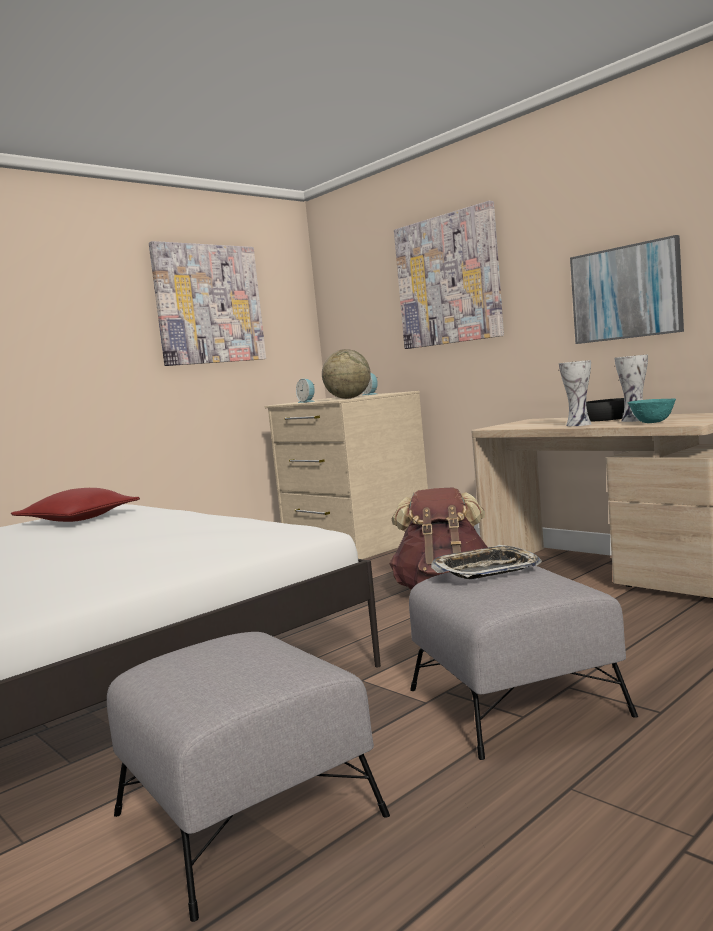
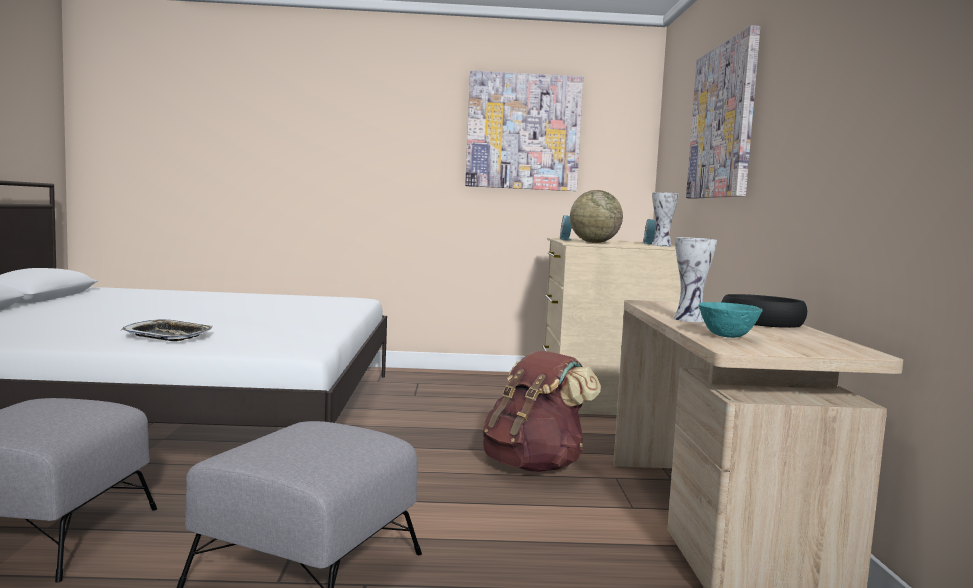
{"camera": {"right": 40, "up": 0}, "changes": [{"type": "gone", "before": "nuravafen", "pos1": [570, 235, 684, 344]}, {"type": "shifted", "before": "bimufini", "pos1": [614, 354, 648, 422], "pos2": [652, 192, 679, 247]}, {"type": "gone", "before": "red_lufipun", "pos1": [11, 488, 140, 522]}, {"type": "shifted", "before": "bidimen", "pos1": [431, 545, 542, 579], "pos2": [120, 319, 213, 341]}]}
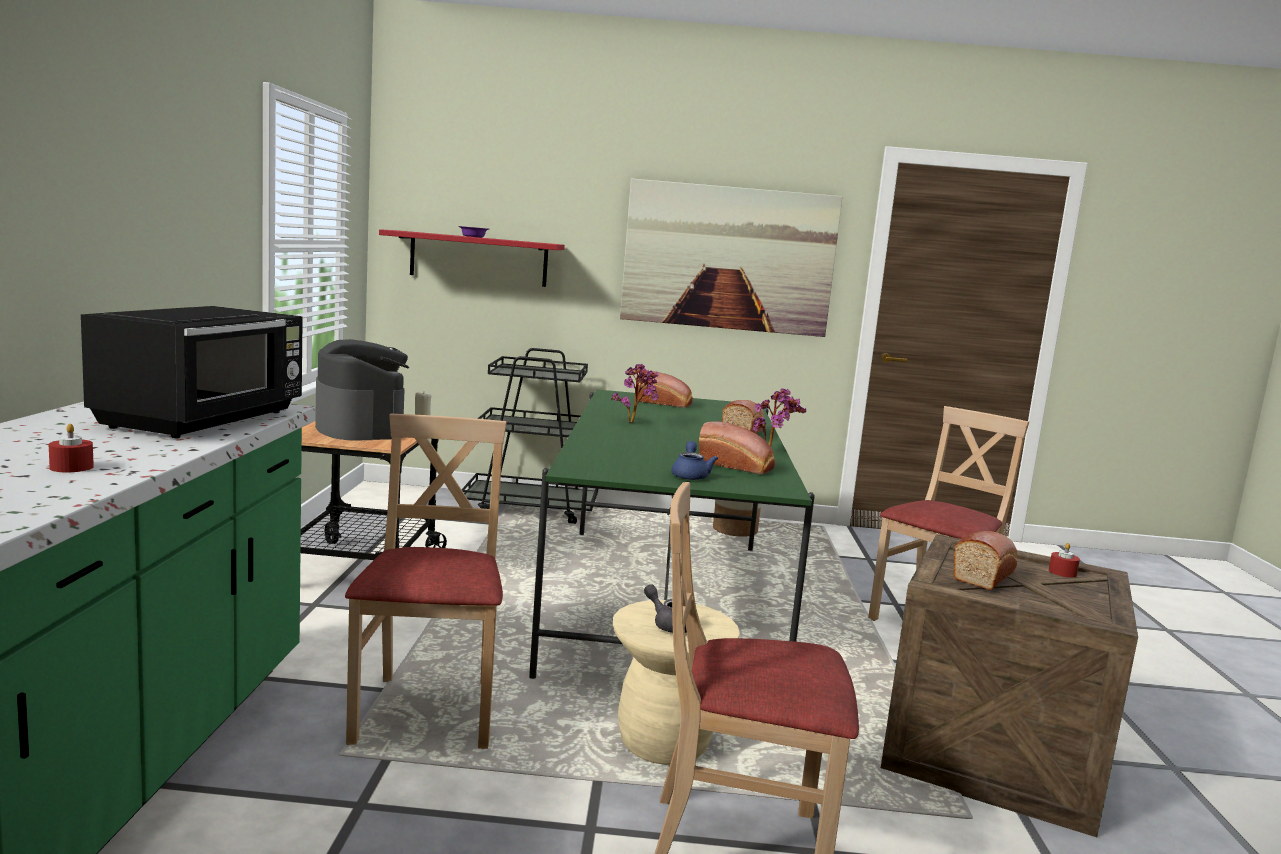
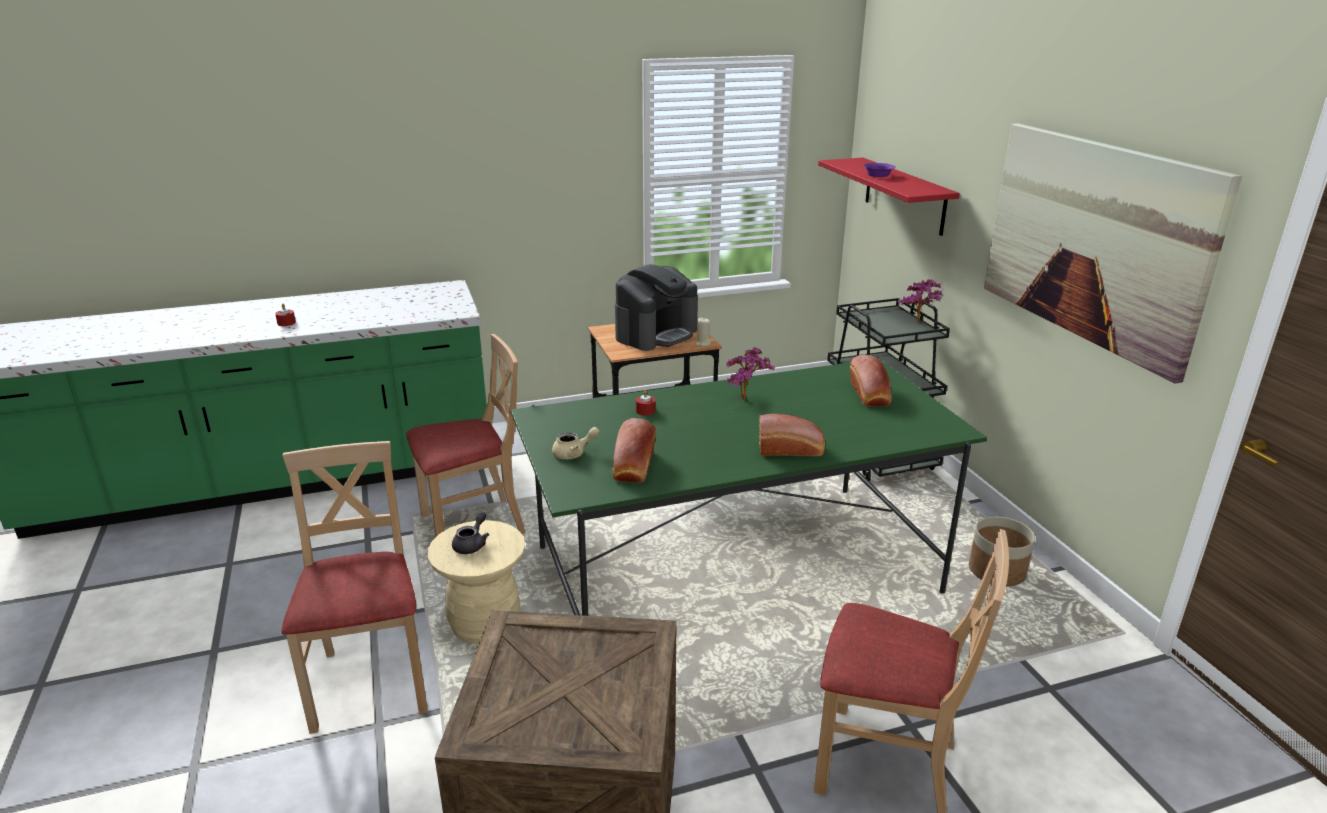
{"camera": {"right": 70, "up": 15}, "changes": [{"type": "gone", "before": "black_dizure", "pos1": [81, 306, 303, 438]}, {"type": "shifted", "before": "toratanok", "pos1": [753, 388, 806, 447], "pos2": [898, 279, 942, 323]}, {"type": "repainted", "before": "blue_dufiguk", "after": "beige_dufiguk", "pos1": [671, 441, 718, 480], "pos2": [552, 427, 600, 460]}, {"type": "gone", "before": "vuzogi", "pos1": [953, 531, 1017, 590]}, {"type": "shifted", "before": "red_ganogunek", "pos1": [1049, 543, 1080, 578], "pos2": [636, 390, 655, 416]}]}
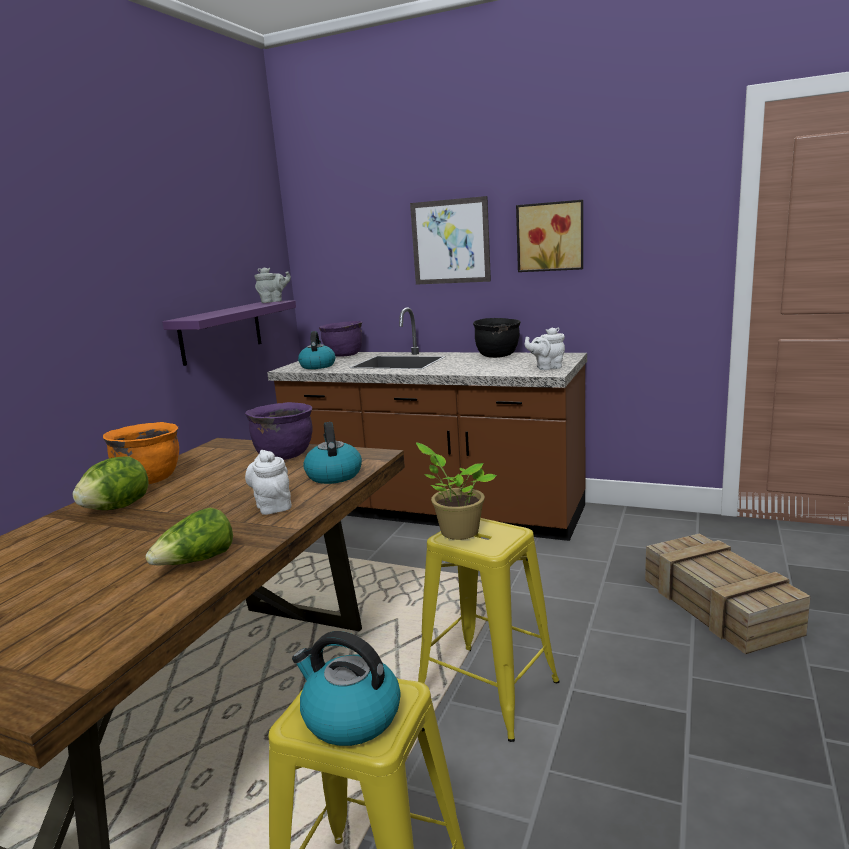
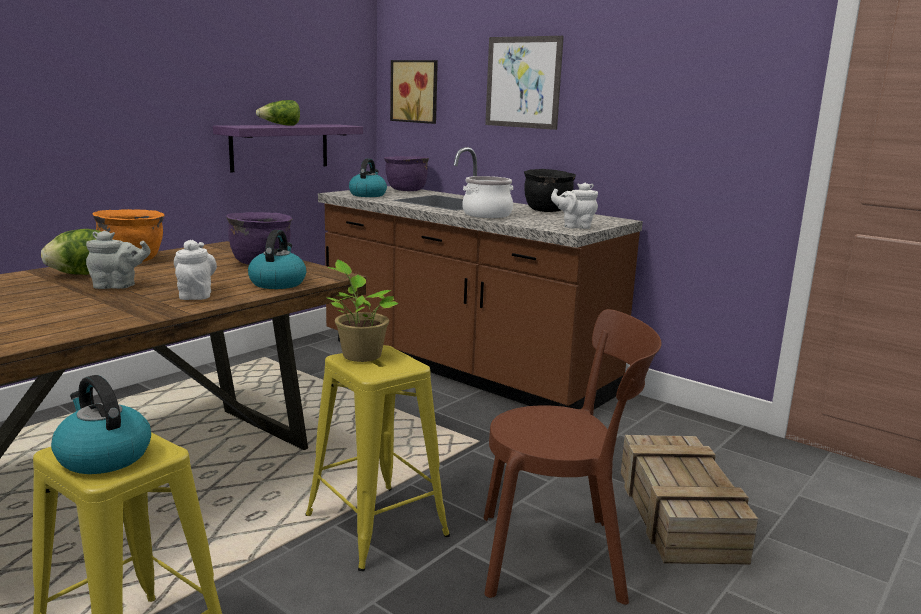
{"camera": {"right": 15, "up": 0}, "changes": [{"type": "shifted", "before": "nuravafen", "pos1": [516, 200, 583, 272], "pos2": [390, 60, 438, 124]}, {"type": "shifted", "before": "grey_dufiguk", "pos1": [255, 267, 291, 303], "pos2": [86, 231, 151, 289]}, {"type": "shifted", "before": "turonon", "pos1": [145, 508, 233, 566], "pos2": [256, 100, 300, 126]}, {"type": "new", "after": "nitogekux", "pos2": [462, 176, 513, 218]}, {"type": "new", "after": "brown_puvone", "pos2": [484, 309, 662, 605]}]}
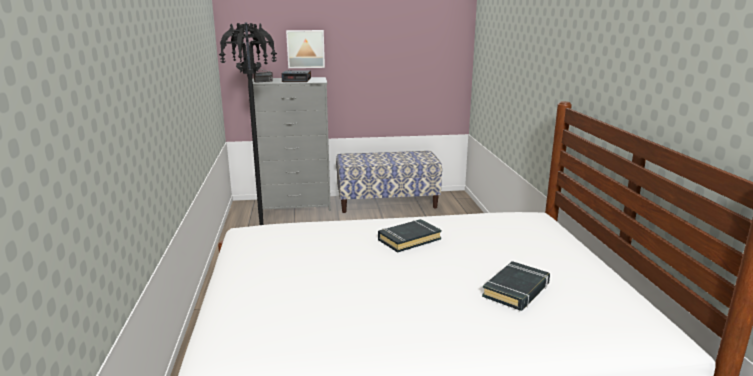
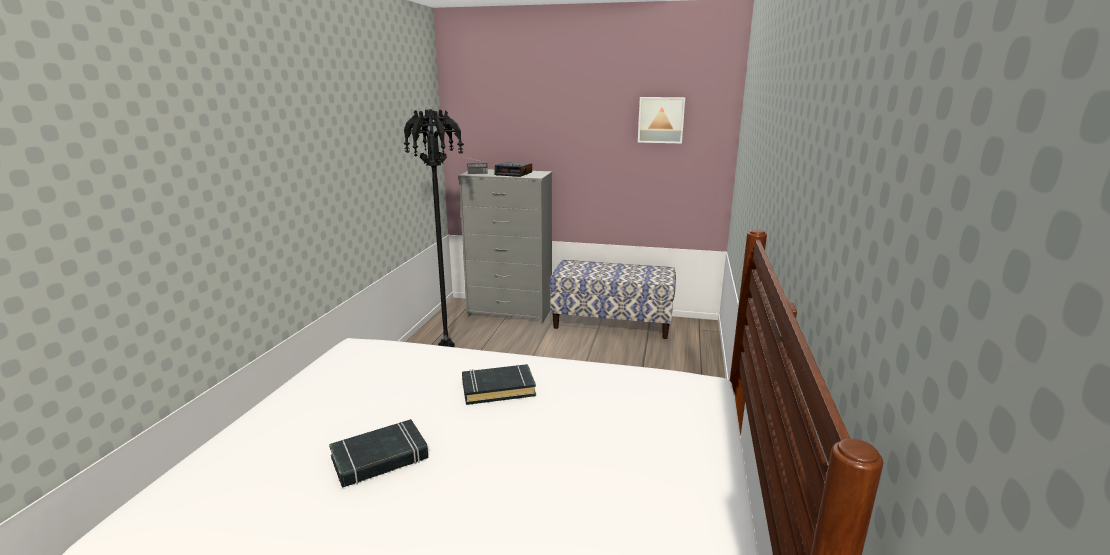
{"camera": {"right": 20, "up": 0}, "changes": [{"type": "shifted", "before": "nuravafen", "pos1": [286, 30, 325, 68], "pos2": [638, 97, 685, 144]}, {"type": "shifted", "before": "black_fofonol", "pos1": [482, 261, 550, 311], "pos2": [329, 419, 428, 488]}]}
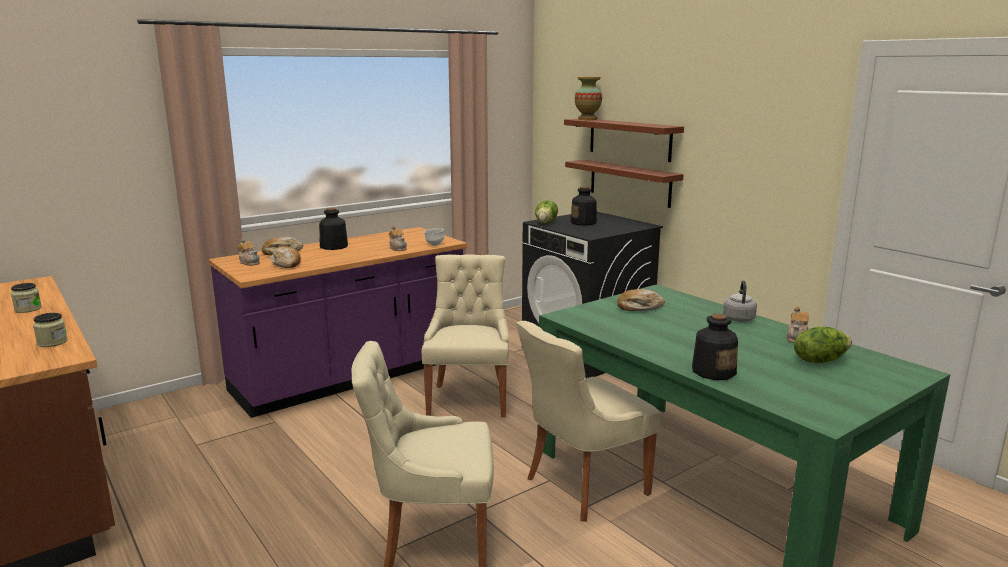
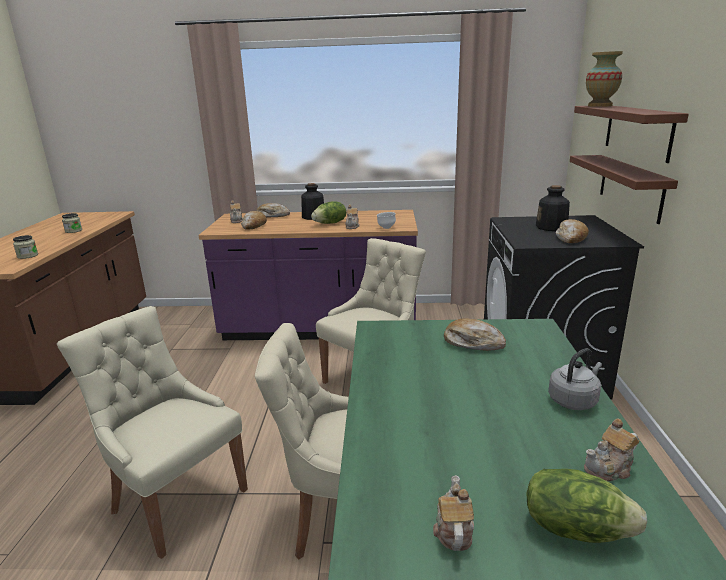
{"camera": {"right": 40, "up": 5}, "changes": [{"type": "shifted", "before": "turonon", "pos1": [535, 200, 558, 224], "pos2": [311, 201, 346, 224]}, {"type": "gone", "before": "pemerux", "pos1": [692, 313, 738, 380]}, {"type": "new", "after": "vuzogi", "pos2": [556, 219, 589, 243]}, {"type": "new", "after": "dufiguk", "pos2": [433, 475, 474, 551]}]}
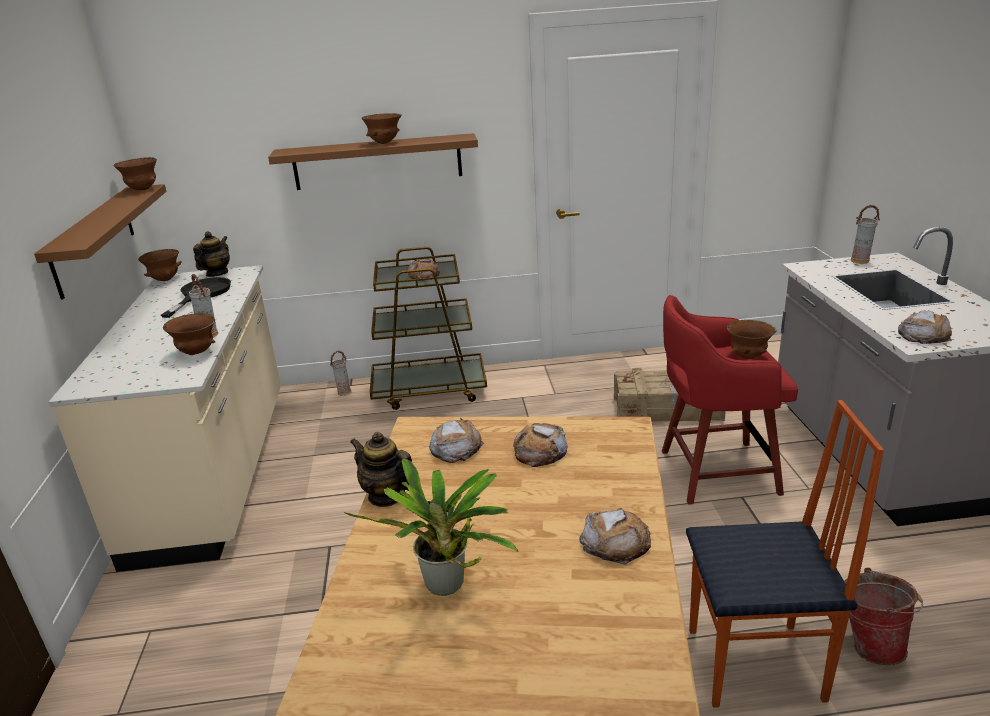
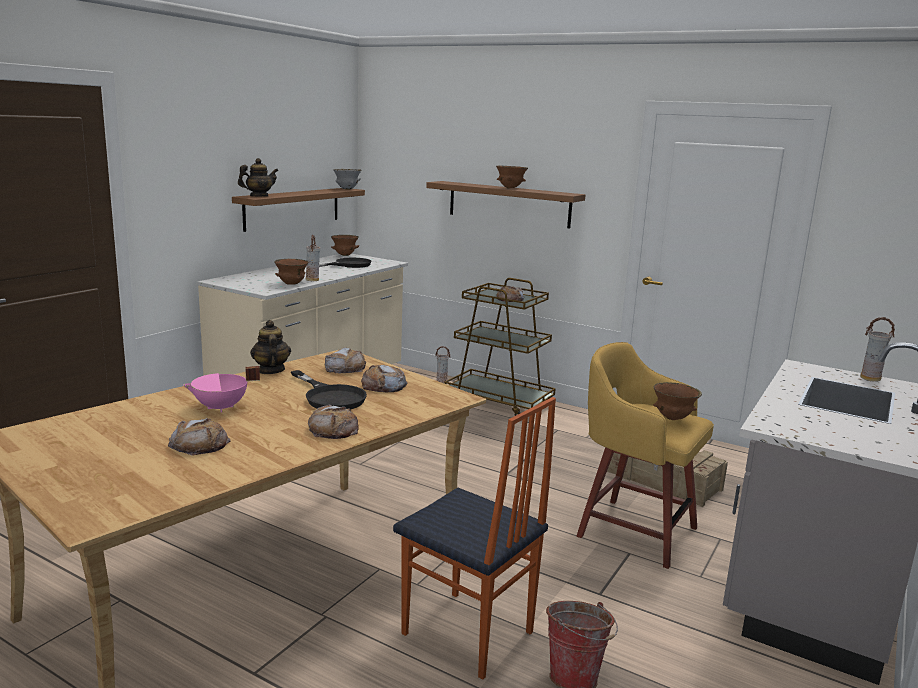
{"camera": {"right": 35, "up": -10}, "changes": [{"type": "repainted", "before": "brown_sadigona", "after": "grey_sadigona", "pos1": [113, 157, 157, 190], "pos2": [333, 169, 361, 190]}, {"type": "shifted", "before": "dufiguk", "pos1": [193, 231, 230, 277], "pos2": [238, 158, 279, 197]}, {"type": "repainted", "before": "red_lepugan", "after": "yellow_lepugan", "pos1": [662, 295, 798, 505], "pos2": [577, 342, 714, 569]}, {"type": "shifted", "before": "vuzogi", "pos1": [898, 311, 952, 344], "pos2": [168, 418, 231, 456]}, {"type": "swapped", "before": "toratanok", "after": "pink_nitogekux", "pos1": [344, 459, 518, 596], "pos2": [183, 366, 260, 412]}, {"type": "new", "after": "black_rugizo", "pos2": [291, 370, 367, 410]}]}
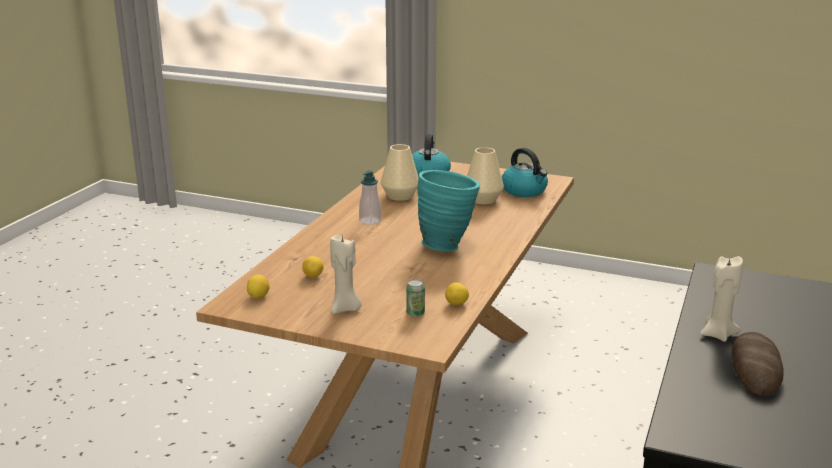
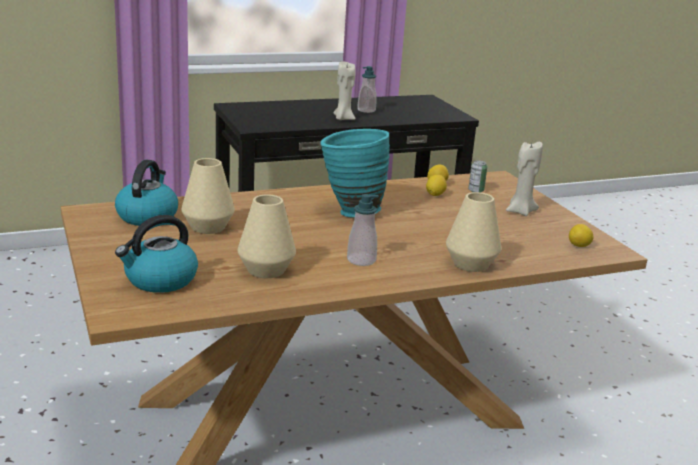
{"camera": {"right": -135, "up": 0}, "changes": [{"type": "shifted", "before": "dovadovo", "pos1": [302, 256, 324, 278], "pos2": [426, 175, 447, 196]}, {"type": "swapped", "before": "vuzogi", "after": "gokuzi", "pos1": [732, 332, 784, 396], "pos2": [357, 66, 377, 113]}, {"type": "new", "after": "beige_bimufini", "pos2": [446, 192, 501, 272]}]}
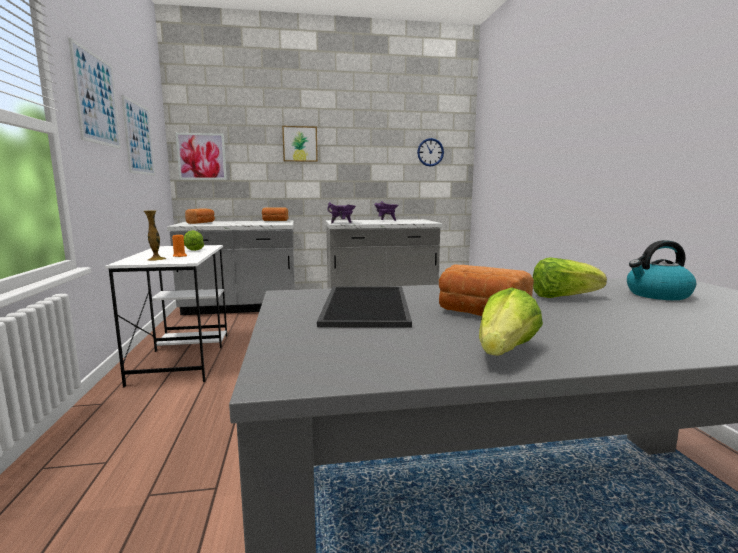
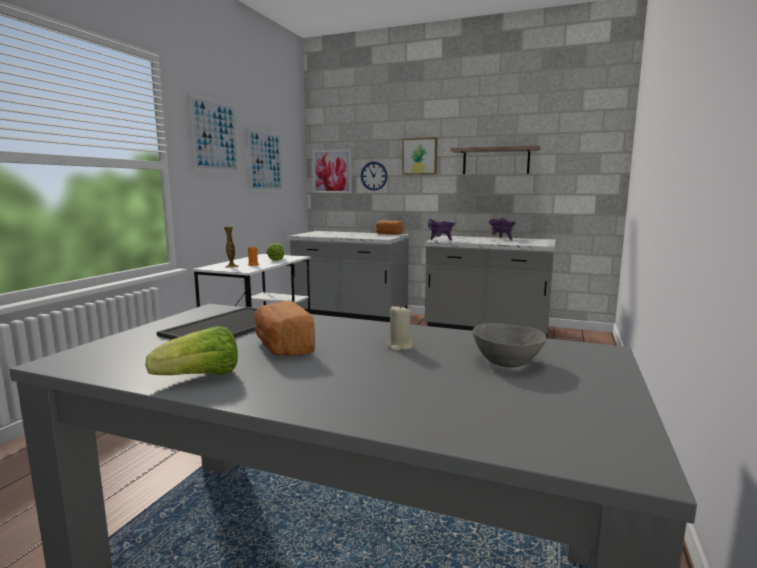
{"camera": {"right": 30, "up": 0}, "changes": [{"type": "shifted", "before": "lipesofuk", "pos1": [417, 138, 444, 166], "pos2": [361, 162, 387, 191]}, {"type": "gone", "before": "vuzogi", "pos1": [185, 208, 215, 224]}, {"type": "swapped", "before": "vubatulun", "after": "grey_sadigona", "pos1": [627, 240, 696, 300], "pos2": [473, 323, 546, 368]}, {"type": "swapped", "before": "turonon", "after": "beige_ganogunek", "pos1": [533, 258, 607, 298], "pos2": [387, 305, 414, 351]}, {"type": "new", "after": "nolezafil", "pos2": [451, 145, 541, 174]}]}
